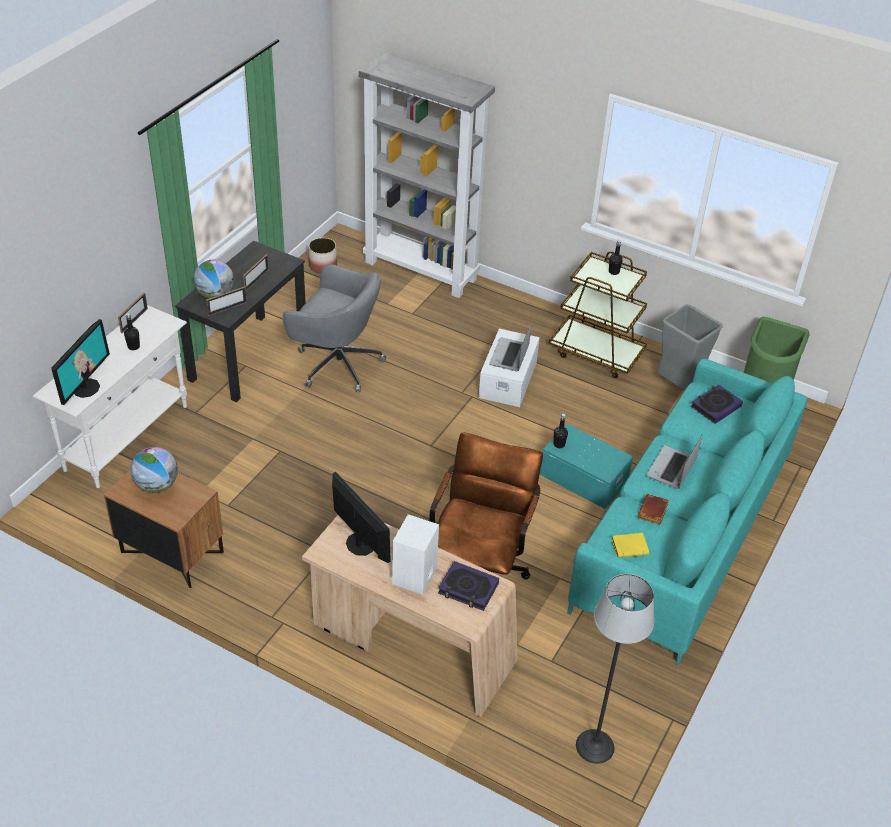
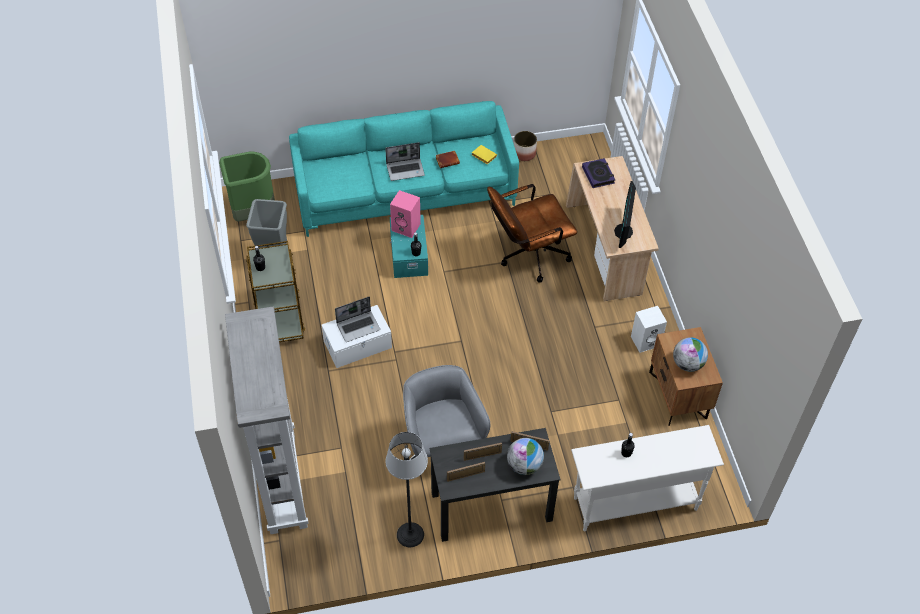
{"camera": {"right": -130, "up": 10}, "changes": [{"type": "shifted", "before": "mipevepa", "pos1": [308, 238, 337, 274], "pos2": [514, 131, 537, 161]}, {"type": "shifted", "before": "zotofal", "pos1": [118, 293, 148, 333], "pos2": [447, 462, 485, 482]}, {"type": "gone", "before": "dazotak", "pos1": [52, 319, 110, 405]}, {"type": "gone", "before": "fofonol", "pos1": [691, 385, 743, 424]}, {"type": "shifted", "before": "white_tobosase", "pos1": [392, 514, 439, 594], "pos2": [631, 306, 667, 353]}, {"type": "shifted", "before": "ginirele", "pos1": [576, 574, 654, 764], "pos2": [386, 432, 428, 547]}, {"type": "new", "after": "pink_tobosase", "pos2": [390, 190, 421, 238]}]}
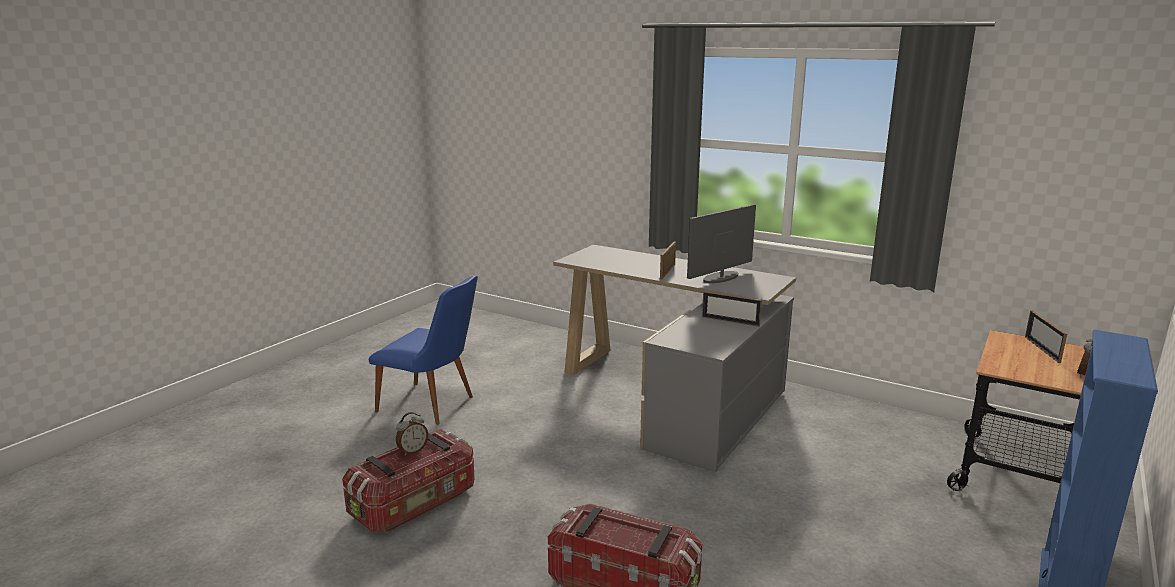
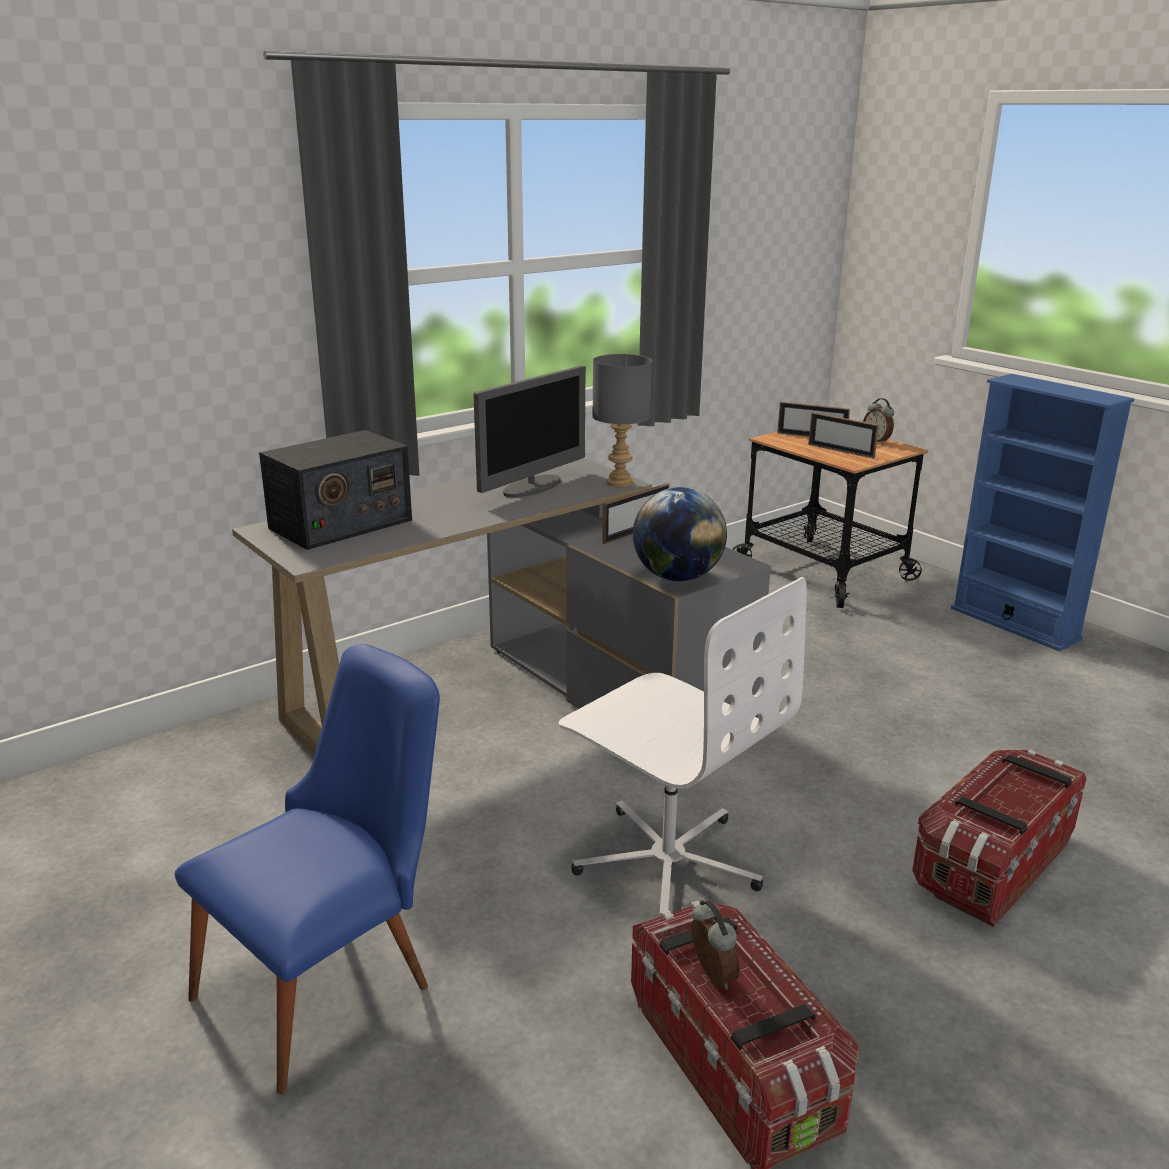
{"camera": {"right": -70, "up": 5}, "changes": [{"type": "rotated", "before": "dazotak", "pos1": [687, 204, 756, 283], "pos2": [474, 366, 586, 497], "turn": -120}, {"type": "shifted", "before": "zotofal", "pos1": [660, 241, 676, 279], "pos2": [808, 412, 879, 459]}, {"type": "new", "after": "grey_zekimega", "pos2": [592, 354, 652, 487]}, {"type": "new", "after": "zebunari", "pos2": [259, 430, 412, 550]}, {"type": "new", "after": "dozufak", "pos2": [633, 487, 727, 581]}, {"type": "new", "after": "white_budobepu", "pos2": [559, 577, 807, 913]}]}
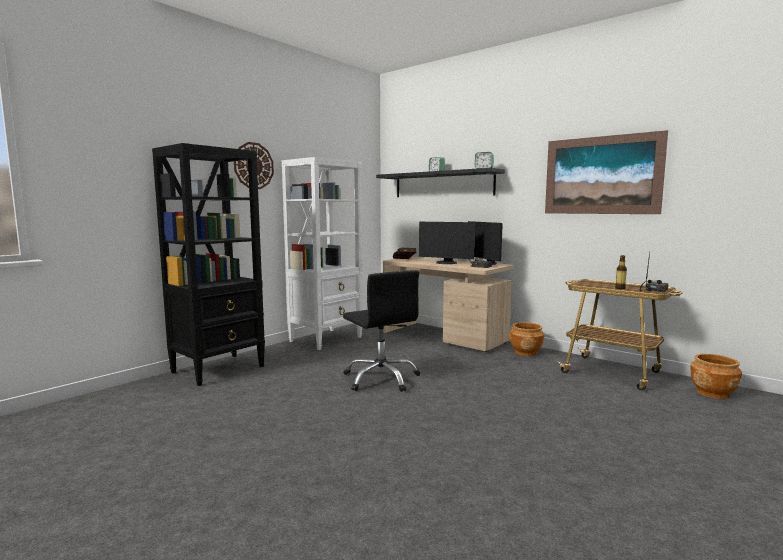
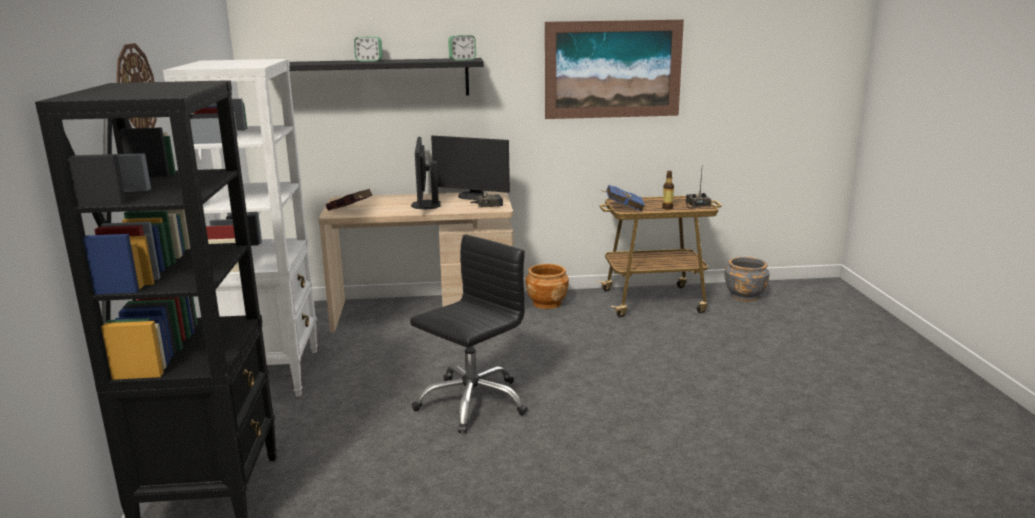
{"camera": {"right": -45, "up": 10}, "changes": [{"type": "rotated", "before": "dazotak", "pos1": [419, 222, 475, 264], "pos2": [411, 137, 441, 209], "turn": 105}, {"type": "rotated", "before": "black_budobepu", "pos1": [343, 270, 420, 392], "pos2": [410, 234, 528, 433], "turn": -60}, {"type": "repainted", "before": "brown_mipevepa", "after": "grey_mipevepa", "pos1": [690, 354, 742, 399], "pos2": [724, 257, 770, 301]}, {"type": "new", "after": "blue_fofonol", "pos2": [602, 185, 645, 211]}]}
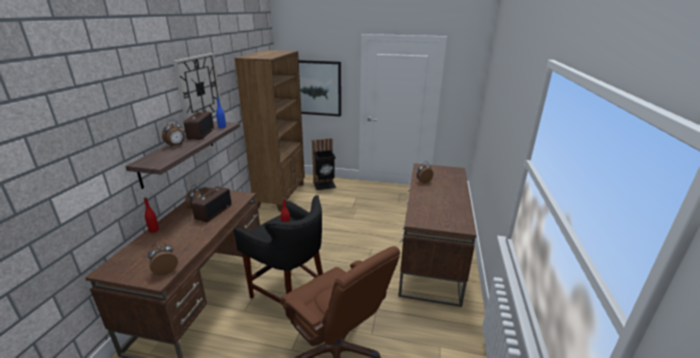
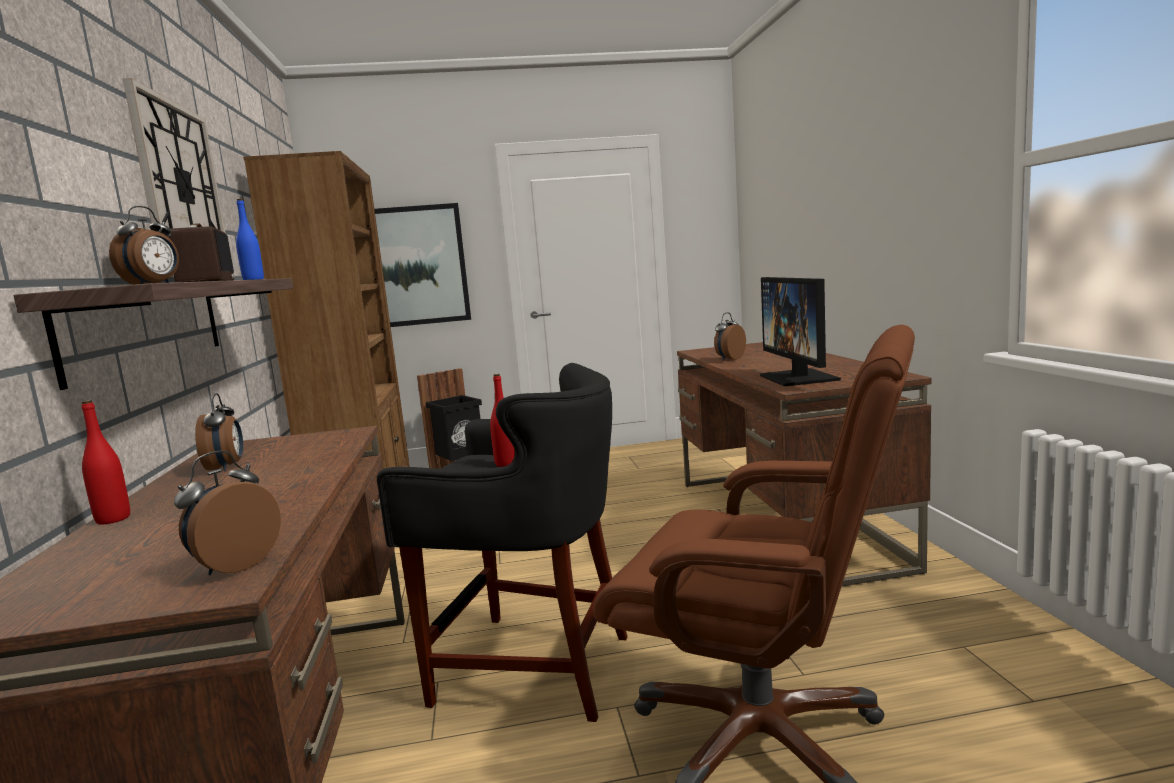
{"camera": {"right": -20, "up": -15}, "changes": [{"type": "gone", "before": "zebunari", "pos1": [191, 186, 232, 222]}, {"type": "new", "after": "dazotak", "pos2": [760, 277, 841, 386]}]}
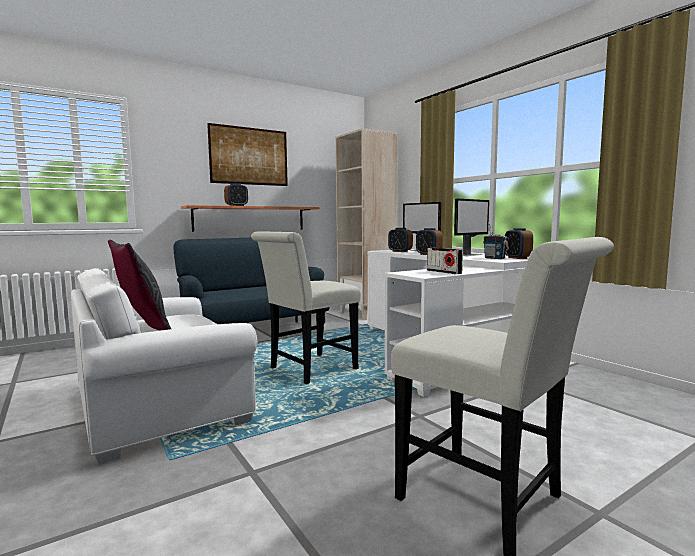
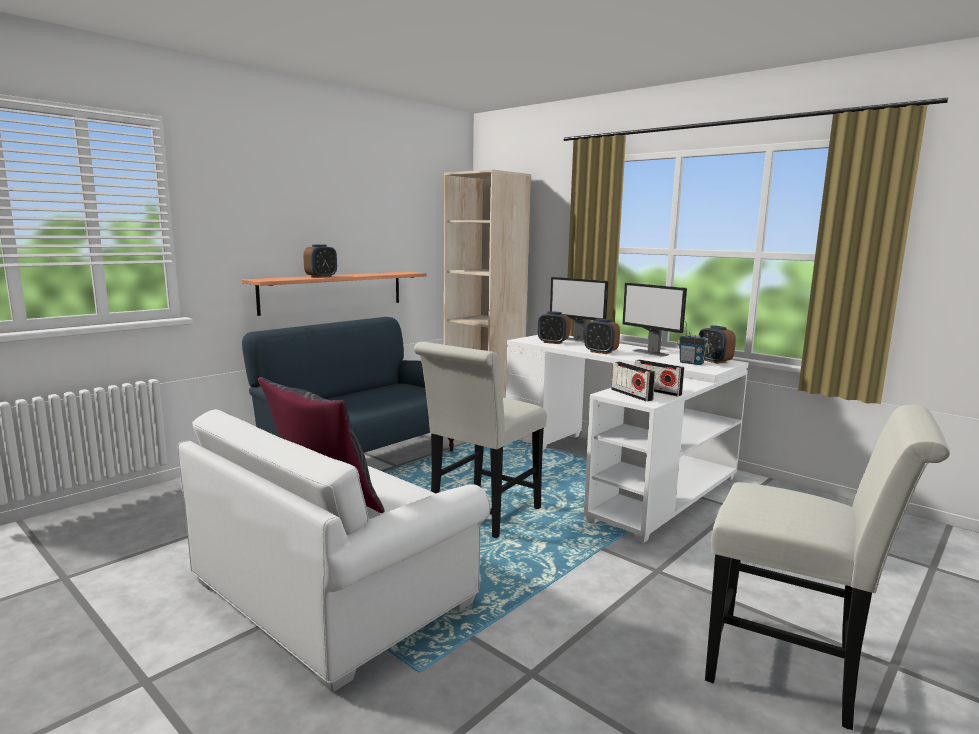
{"camera": {"right": -15, "up": 5}, "changes": [{"type": "gone", "before": "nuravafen", "pos1": [207, 123, 288, 186]}, {"type": "rotated", "before": "dazotak", "pos1": [454, 199, 489, 256], "pos2": [622, 283, 687, 356], "turn": 105}, {"type": "new", "after": "zebunari", "pos2": [611, 362, 655, 401]}]}
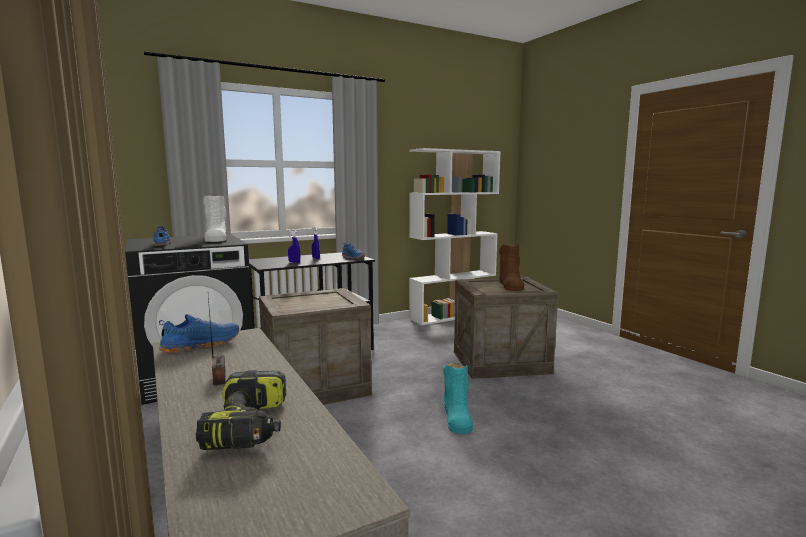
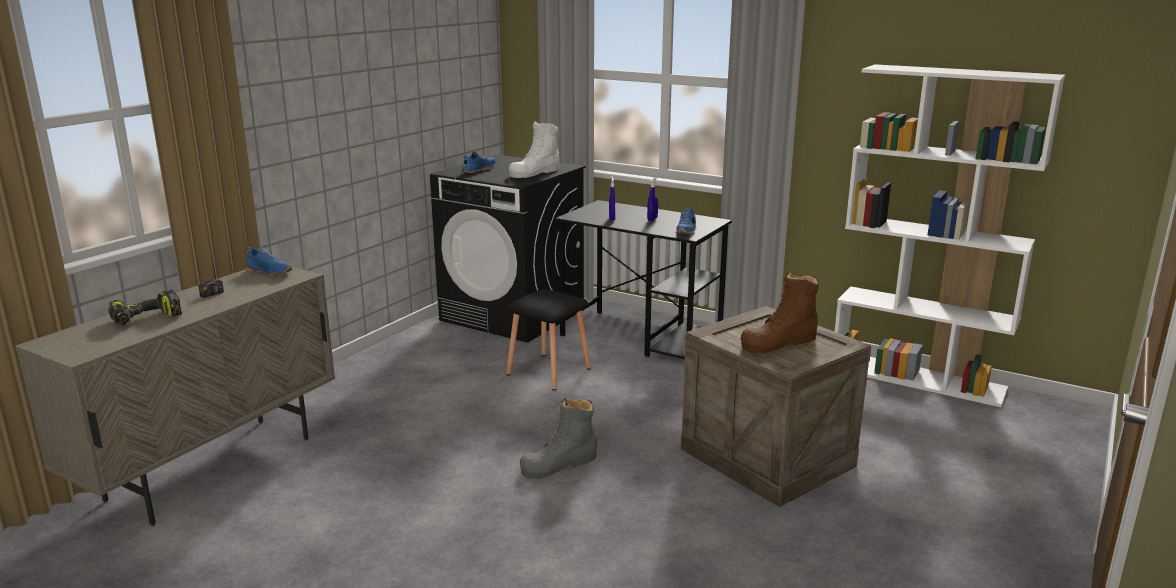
{"camera": {"right": 60, "up": 10}, "changes": [{"type": "swapped", "before": "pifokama", "after": "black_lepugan", "pos1": [259, 288, 372, 405], "pos2": [506, 289, 591, 390]}, {"type": "repainted", "before": "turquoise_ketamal", "after": "grey_ketamal", "pos1": [443, 362, 473, 434], "pos2": [520, 398, 597, 479]}]}
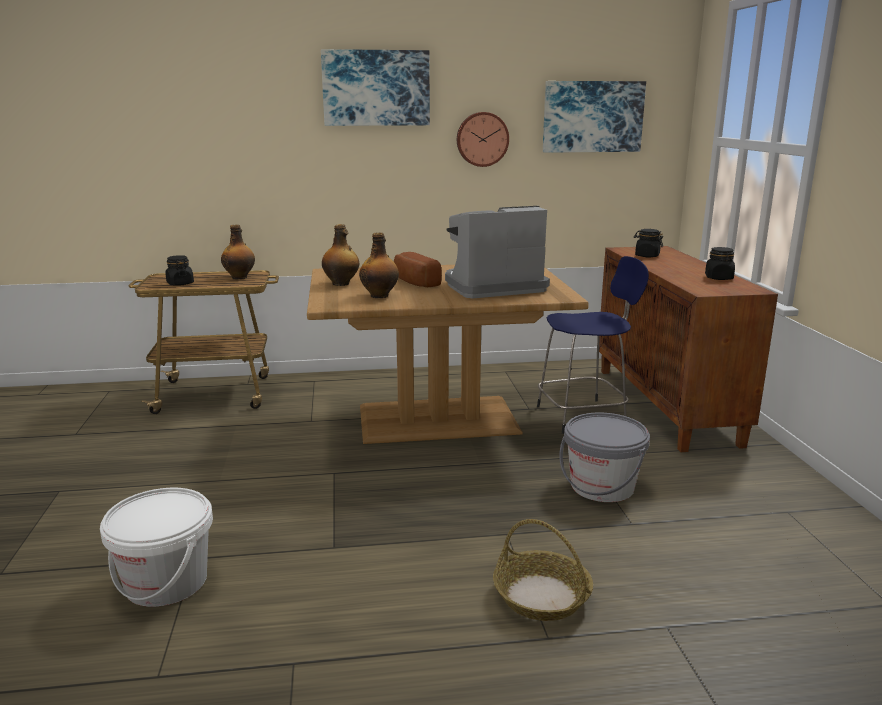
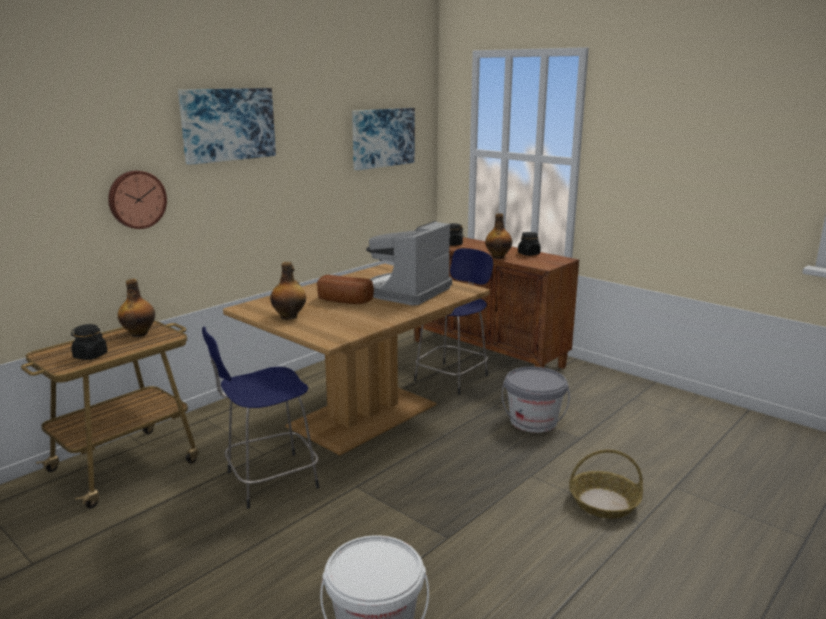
{"camera": {"right": -40, "up": 0}, "changes": [{"type": "shifted", "before": "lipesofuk", "pos1": [457, 112, 509, 167], "pos2": [108, 171, 167, 229]}, {"type": "shifted", "before": "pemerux", "pos1": [359, 232, 399, 298], "pos2": [485, 213, 512, 259]}, {"type": "new", "after": "blue_lepugan", "pos2": [202, 326, 319, 509]}]}
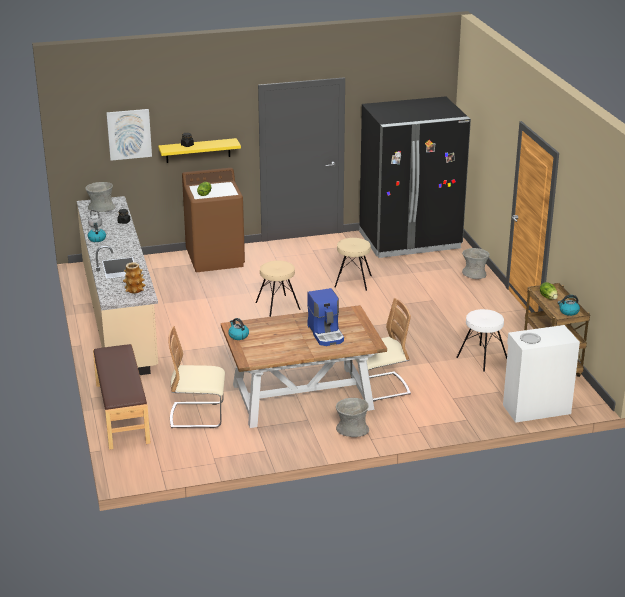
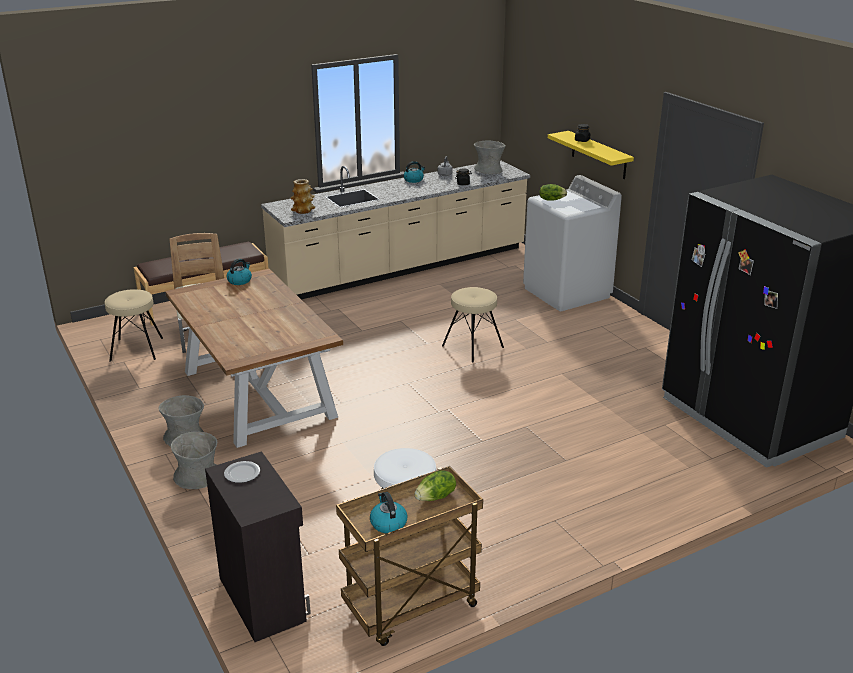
{"camera": {"right": 75, "up": 0}, "changes": [{"type": "gone", "before": "nuravafen", "pos1": [106, 109, 152, 161]}, {"type": "repainted", "before": "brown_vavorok", "after": "white_vavorok", "pos1": [182, 168, 245, 272], "pos2": [523, 175, 622, 311]}, {"type": "shifted", "before": "beige_lepugan", "pos1": [334, 238, 372, 291], "pos2": [105, 289, 163, 361]}, {"type": "shifted", "before": "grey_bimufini", "pos1": [462, 248, 490, 279], "pos2": [171, 431, 217, 489]}, {"type": "gone", "before": "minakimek", "pos1": [307, 288, 344, 346]}, {"type": "gone", "before": "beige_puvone", "pos1": [350, 298, 411, 402]}, {"type": "repainted", "before": "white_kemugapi", "after": "black_kemugapi", "pos1": [503, 325, 580, 423], "pos2": [205, 451, 311, 642]}]}
